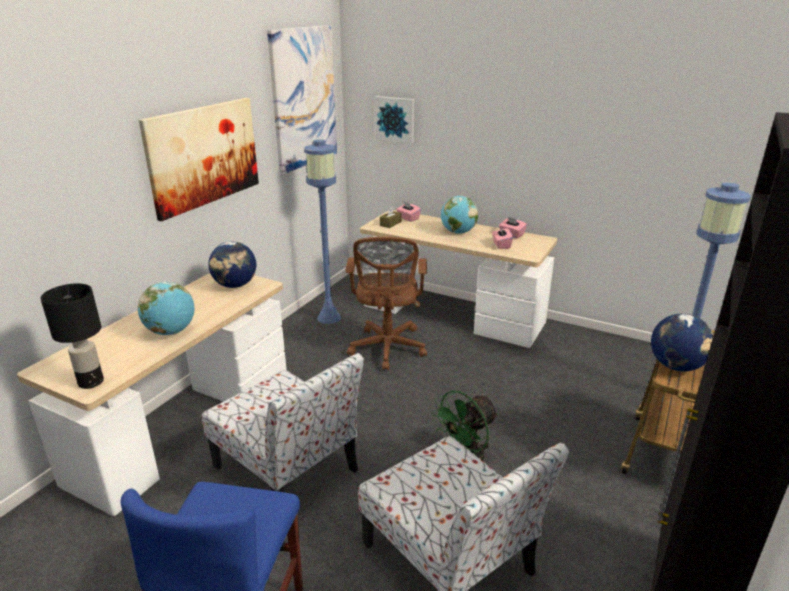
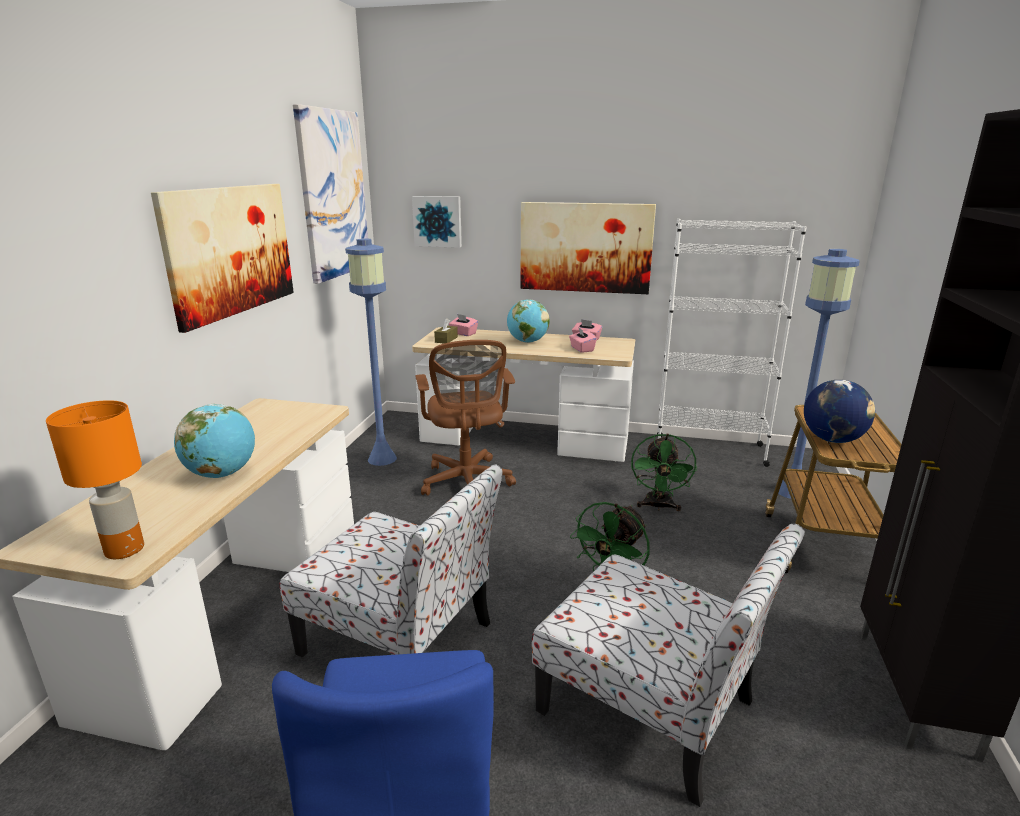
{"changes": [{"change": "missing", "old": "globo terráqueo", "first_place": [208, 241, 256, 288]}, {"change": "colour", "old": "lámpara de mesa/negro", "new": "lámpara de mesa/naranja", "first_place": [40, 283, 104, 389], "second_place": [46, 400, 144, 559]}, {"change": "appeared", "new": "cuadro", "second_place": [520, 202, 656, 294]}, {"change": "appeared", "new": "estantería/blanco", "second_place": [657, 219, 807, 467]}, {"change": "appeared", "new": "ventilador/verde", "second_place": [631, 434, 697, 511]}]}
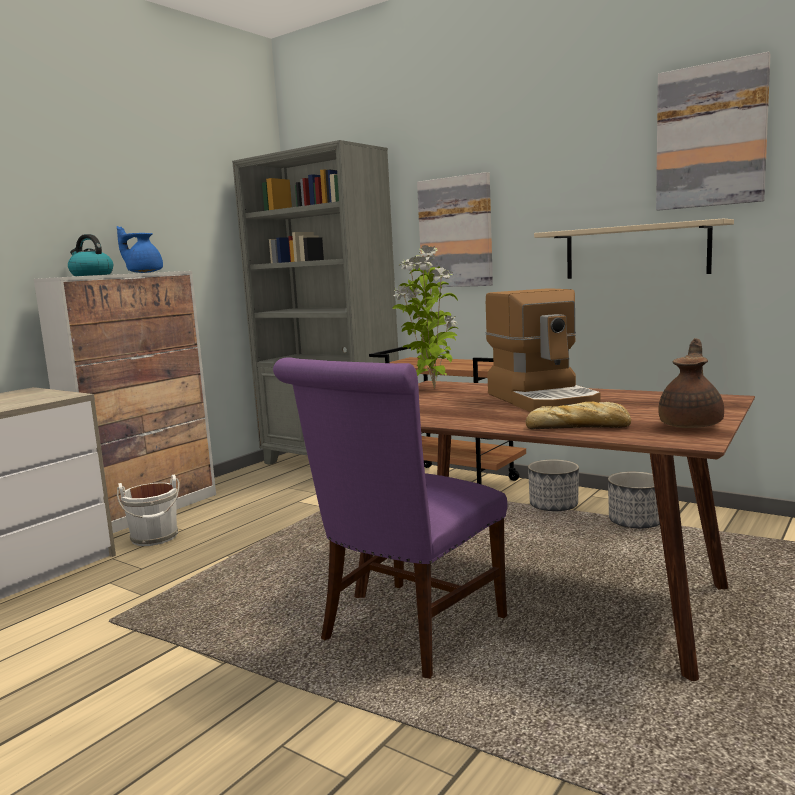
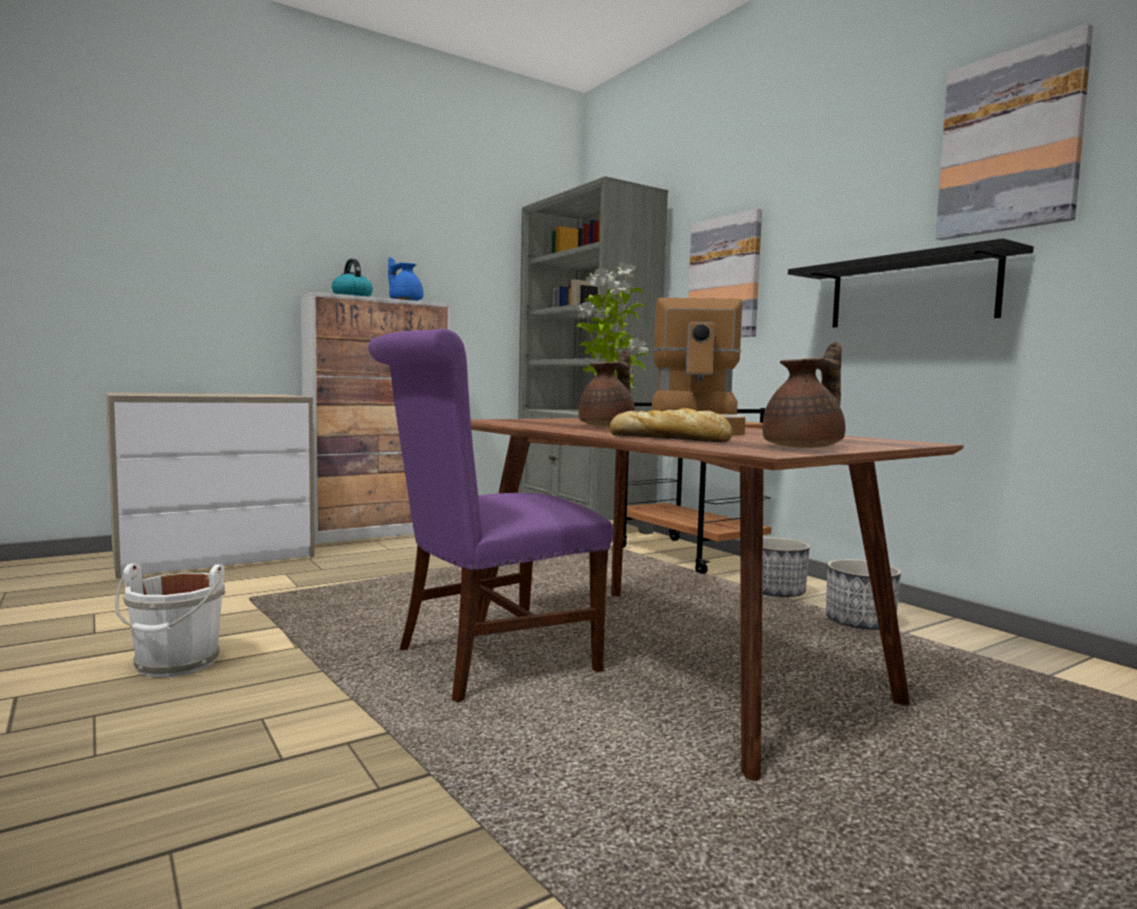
{"changes": [{"change": "colour", "old": "estante/beis", "new": "estante/negro", "first_place": [534, 218, 734, 279], "second_place": [788, 238, 1034, 328]}, {"change": "relocated", "old": "cubo/blanco", "first_place": [117, 474, 180, 546], "second_place": [115, 564, 225, 677]}, {"change": "appeared", "new": "tetera/marrón", "second_place": [578, 350, 635, 426]}]}
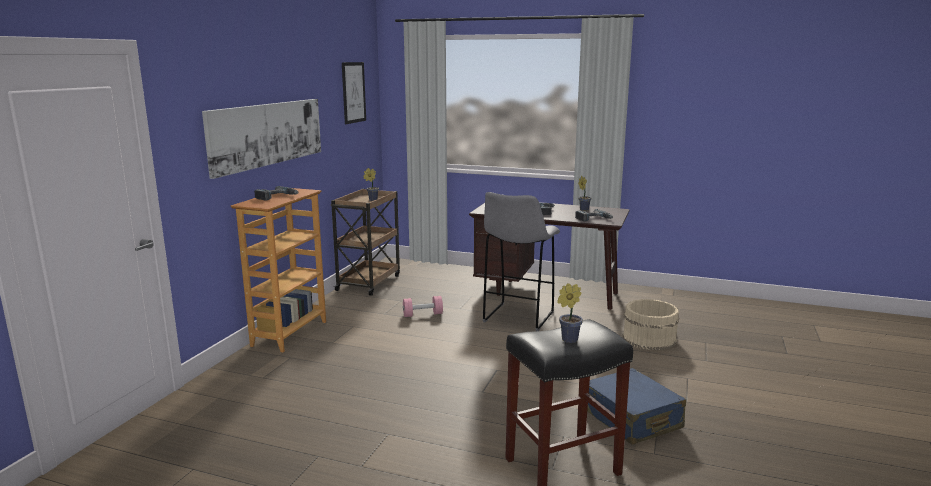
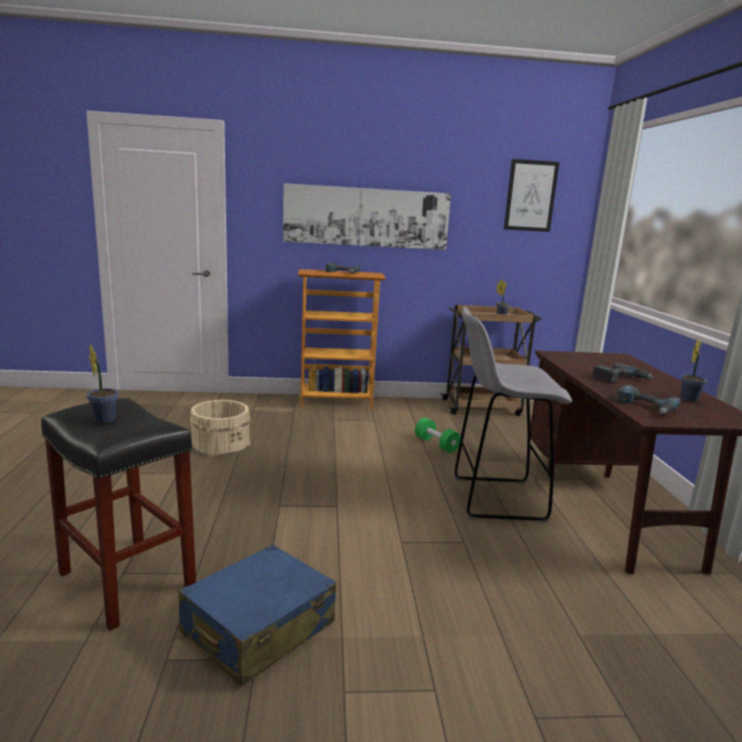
{"changes": [{"change": "colour", "old": "mancuerna/rosa", "new": "mancuerna/verde", "first_place": [403, 296, 443, 317], "second_place": [415, 418, 461, 453]}, {"change": "relocated", "old": "cubo/beis", "first_place": [622, 299, 679, 350], "second_place": [189, 399, 251, 457]}]}
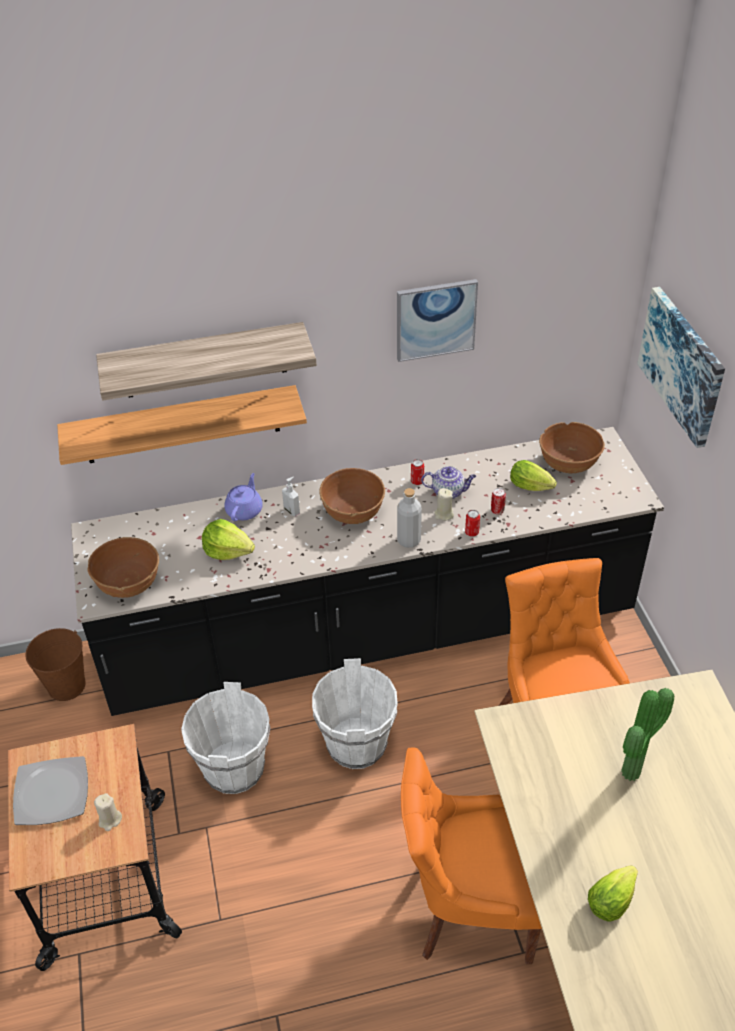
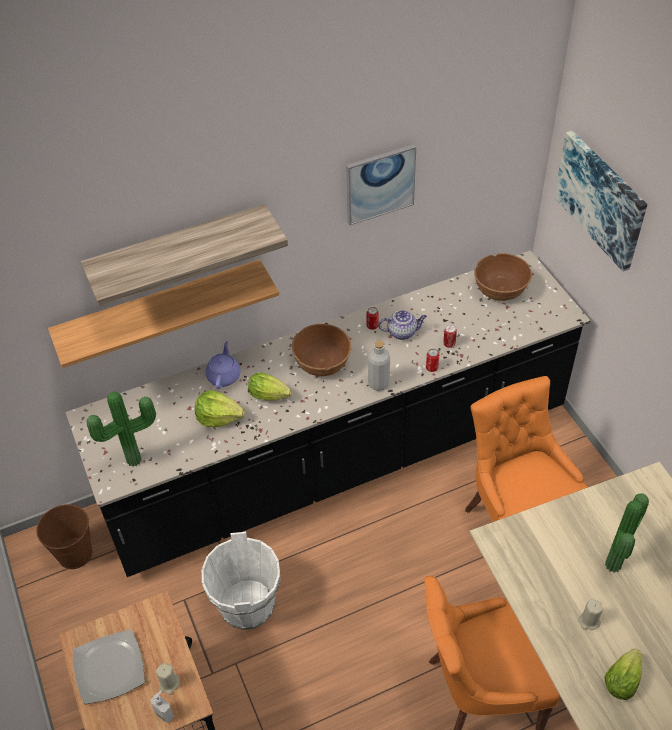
{"changes": [{"change": "relocated", "old": "lechuga", "first_place": [510, 460, 557, 491], "second_place": [248, 372, 292, 401]}, {"change": "relocated", "old": "dispensador de jabón", "first_place": [282, 477, 300, 516], "second_place": [150, 690, 174, 723]}, {"change": "relocated", "old": "vela/beis", "first_place": [434, 488, 454, 521], "second_place": [578, 599, 603, 630]}, {"change": "exchanged", "old": "cuenco/marrón", "new": "planta en maceta", "first_place": [88, 537, 159, 598], "second_place": [87, 391, 156, 467]}, {"change": "missing", "old": "cubo/blanco", "first_place": [312, 658, 398, 769]}]}
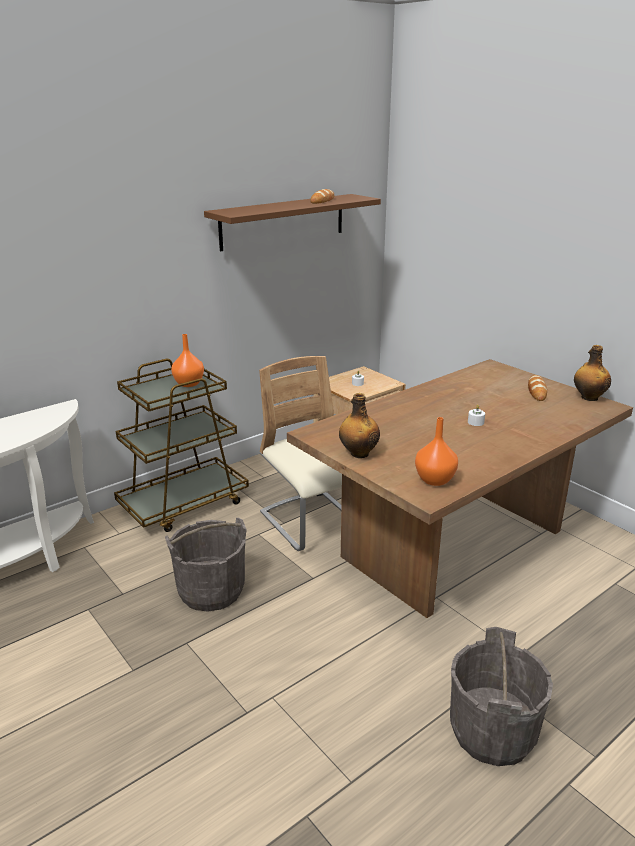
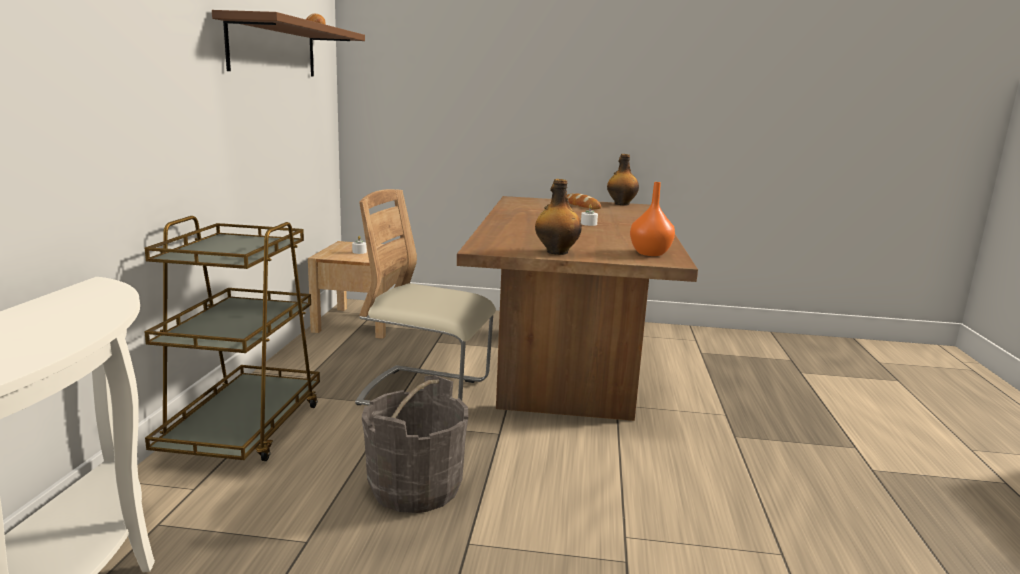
{"changes": [{"change": "missing", "old": "florero/naranja", "first_place": [171, 334, 204, 387]}, {"change": "missing", "old": "cubo/gris", "first_place": [450, 627, 553, 766]}]}
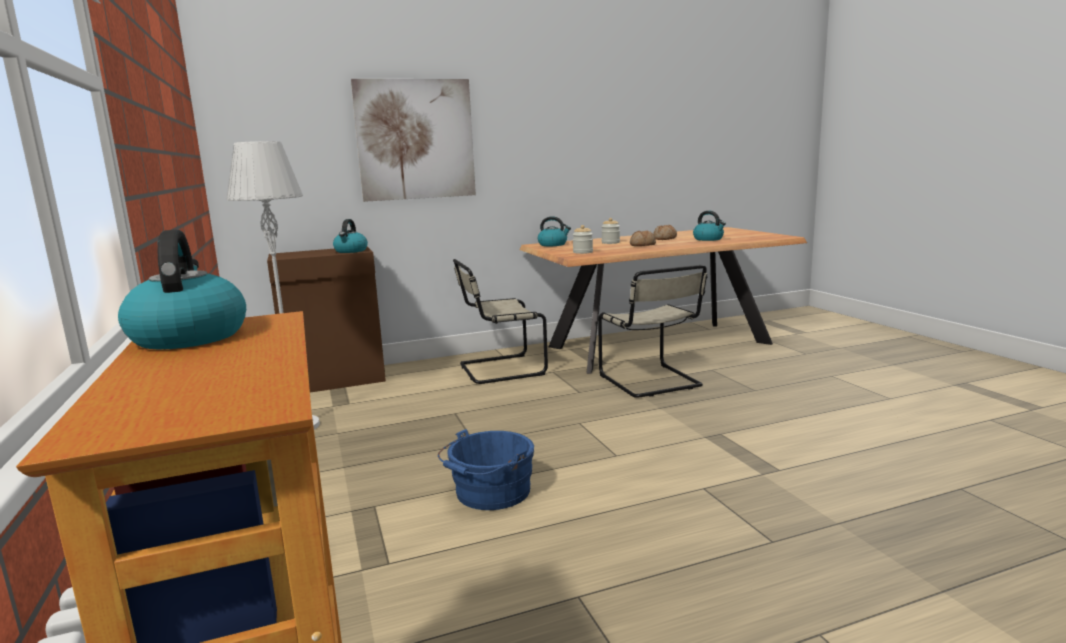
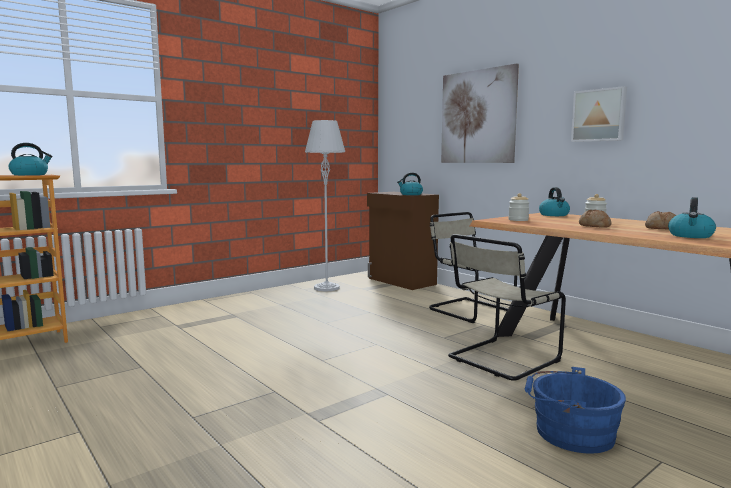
{"changes": [{"change": "relocated", "old": "cubo/azul", "first_place": [438, 429, 534, 510], "second_place": [525, 367, 626, 453]}, {"change": "appeared", "new": "cuadro", "second_place": [571, 86, 627, 142]}]}
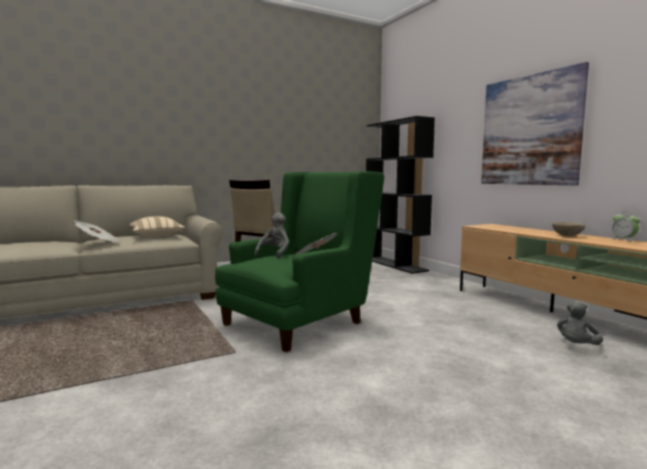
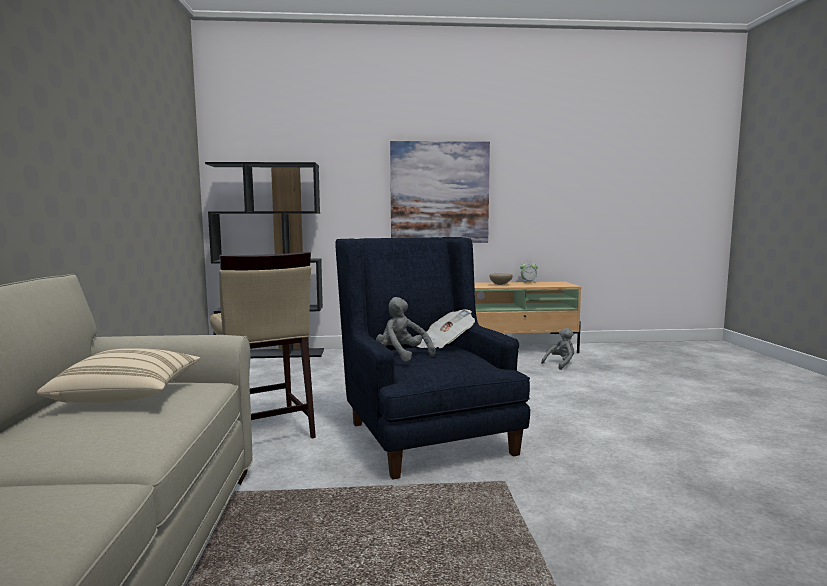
{"changes": [{"change": "colour", "old": "sillón/verde", "new": "sillón/azul", "first_place": [215, 171, 384, 352], "second_place": [335, 237, 530, 480]}, {"change": "missing", "old": "periódico", "first_place": [73, 220, 119, 243]}, {"change": "spun", "old": "peluche/gris", "first_place": [557, 301, 603, 345], "second_place": [541, 328, 574, 370], "degrees": -105}]}
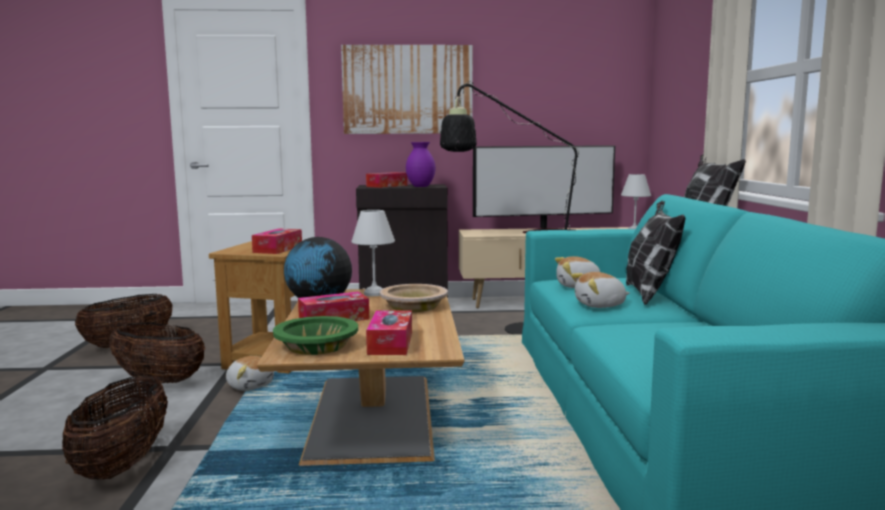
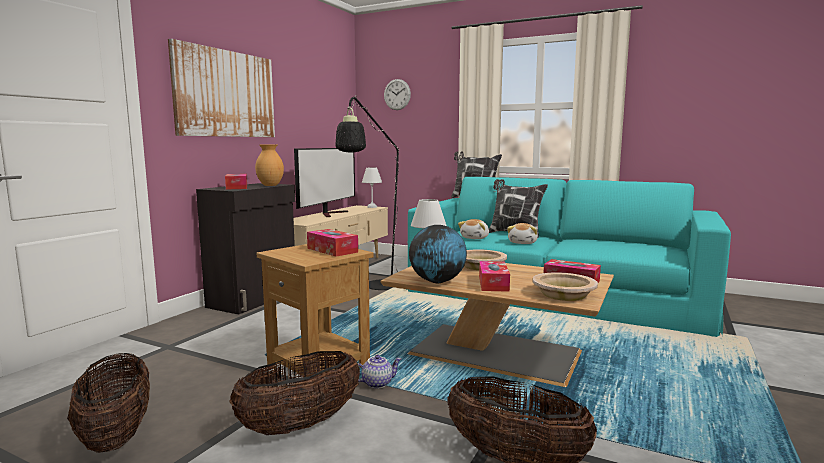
{"changes": [{"change": "colour", "old": "florero/morado", "new": "florero/marrón", "first_place": [406, 142, 435, 187], "second_place": [255, 145, 284, 186]}, {"change": "colour", "old": "cuenco/verde", "new": "cuenco/beis", "first_place": [273, 316, 358, 355], "second_place": [533, 272, 598, 301]}, {"change": "exchanged", "old": "peluche", "new": "tetera", "first_place": [226, 356, 274, 391], "second_place": [358, 355, 401, 389]}, {"change": "appeared", "new": "reloj de pared", "second_place": [384, 79, 411, 110]}]}
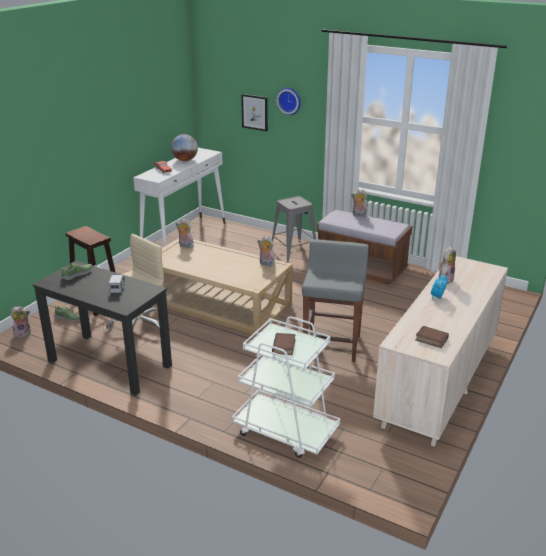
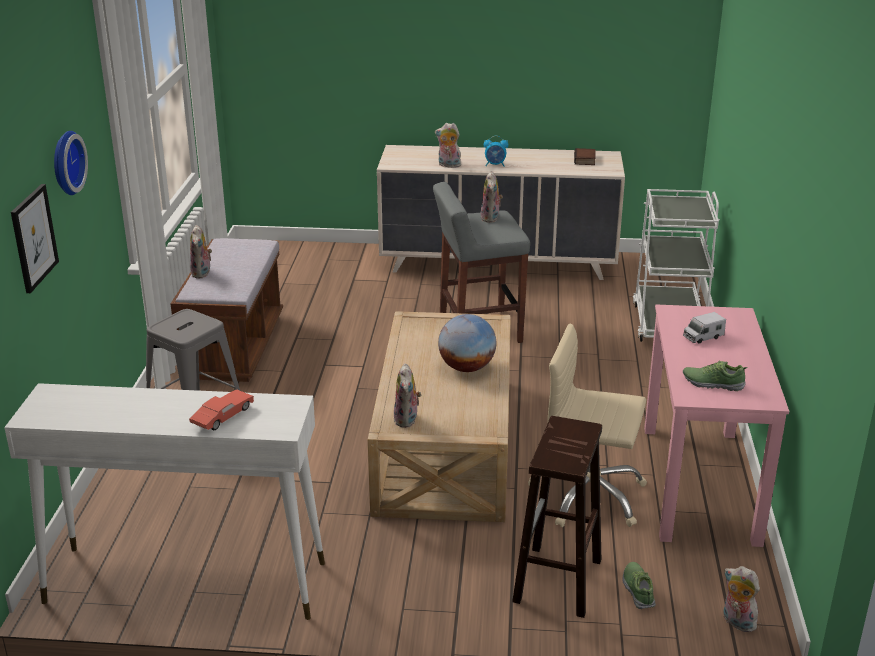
{"changes": [{"change": "relocated", "old": "globo terráqueo", "first_place": [171, 134, 198, 161], "second_place": [438, 314, 496, 372]}, {"change": "relocated", "old": "peluche", "first_place": [257, 236, 275, 267], "second_place": [481, 171, 503, 223]}, {"change": "colour", "old": "escritorio/negro", "new": "escritorio/rosa", "first_place": [32, 261, 172, 396], "second_place": [644, 304, 789, 547]}, {"change": "missing", "old": "libro", "first_place": [272, 333, 296, 355]}]}
